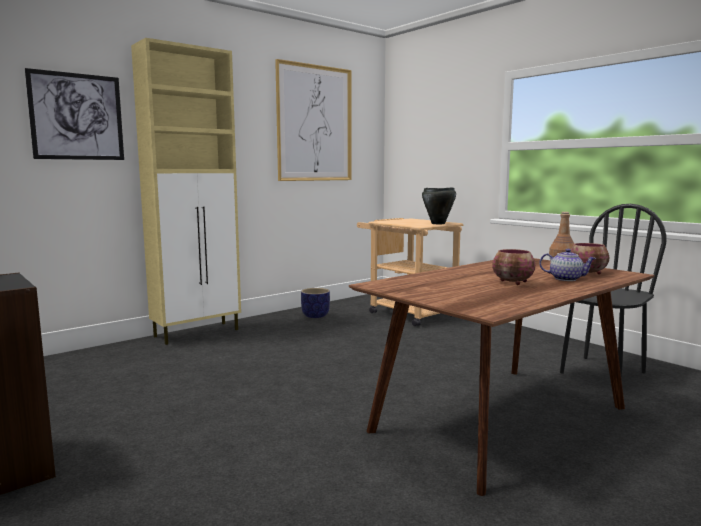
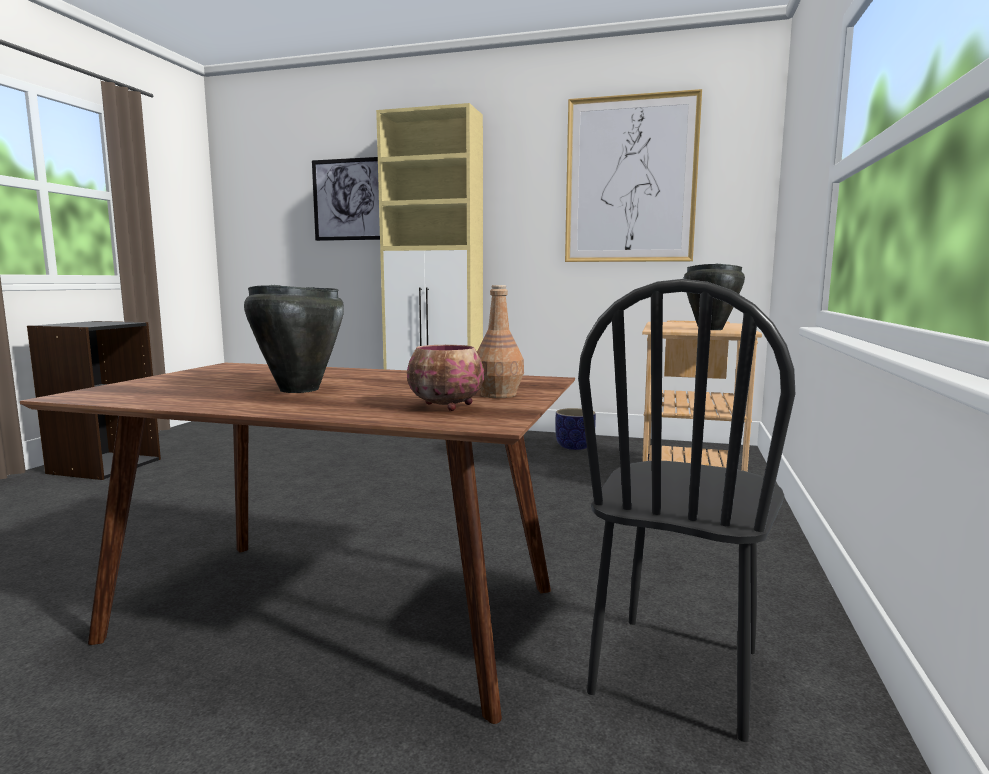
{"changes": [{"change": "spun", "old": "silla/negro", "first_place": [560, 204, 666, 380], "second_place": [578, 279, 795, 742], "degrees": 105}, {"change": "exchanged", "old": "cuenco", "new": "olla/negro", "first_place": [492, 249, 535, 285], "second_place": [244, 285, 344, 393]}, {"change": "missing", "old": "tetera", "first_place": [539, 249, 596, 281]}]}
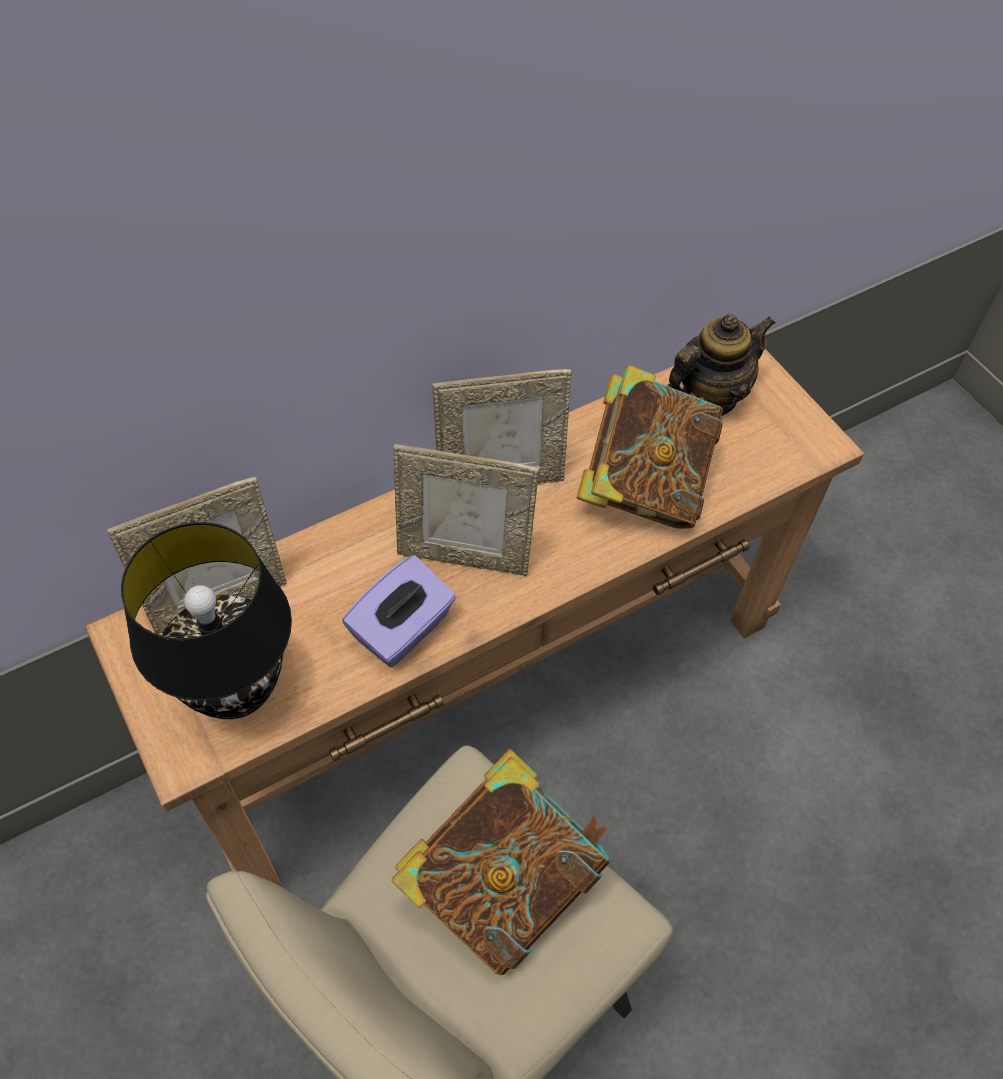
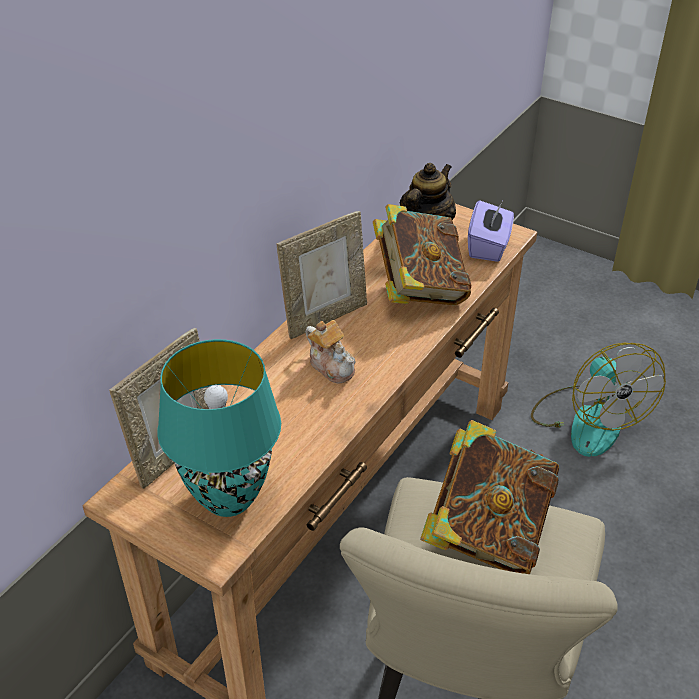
{"changes": [{"change": "exchanged", "old": "portarretratos", "new": "tetera", "first_place": [393, 444, 539, 576], "second_place": [306, 320, 355, 384]}, {"change": "colour", "old": "lámpara de mesa/negro", "new": "lámpara de mesa/turquesa", "first_place": [121, 522, 292, 719], "second_place": [158, 339, 281, 517]}, {"change": "relocated", "old": "caja de pañuelos/morado", "first_place": [342, 555, 456, 667], "second_place": [468, 200, 514, 262]}, {"change": "appeared", "new": "ventilador", "second_place": [531, 343, 666, 457]}]}
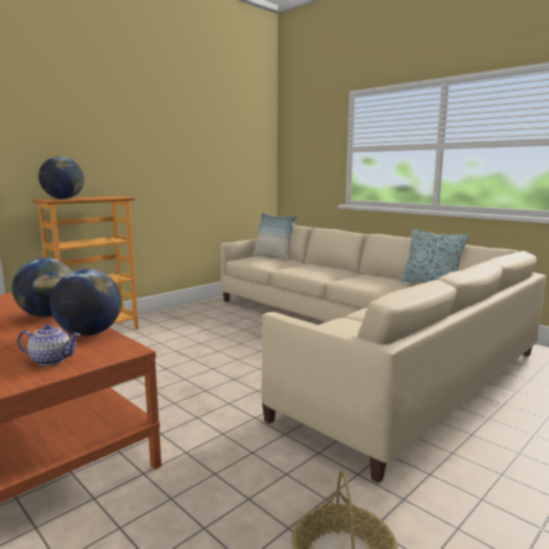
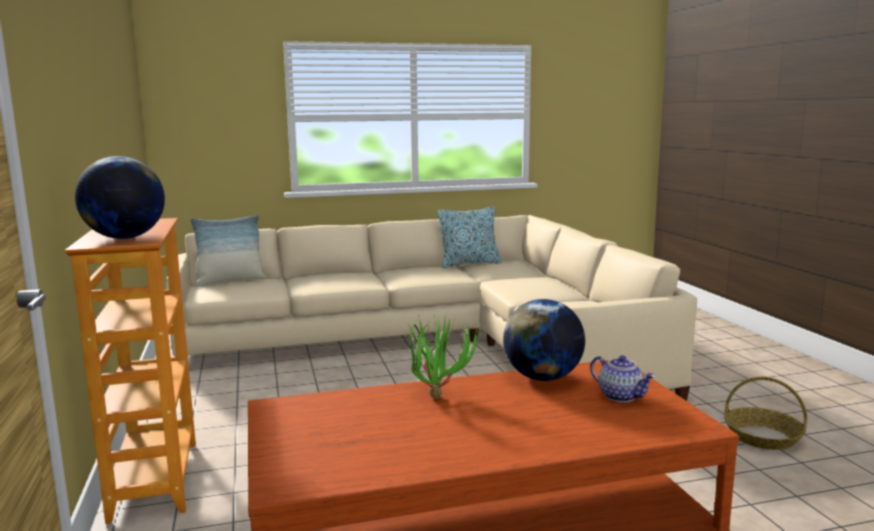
{"changes": [{"change": "exchanged", "old": "globo terráqueo", "new": "planta en maceta", "first_place": [12, 258, 73, 317], "second_place": [408, 315, 479, 399]}, {"change": "spun", "old": "tetera", "first_place": [17, 324, 81, 366], "second_place": [590, 355, 655, 402], "degrees": 105}]}
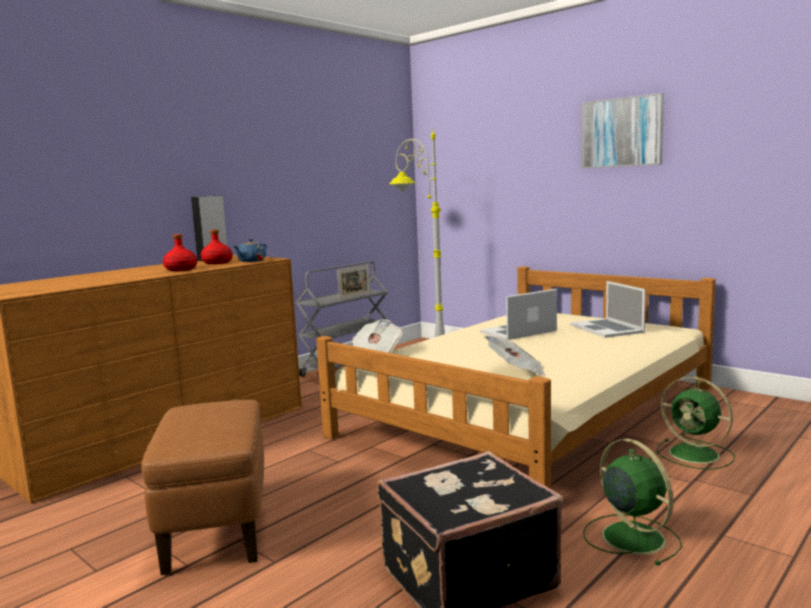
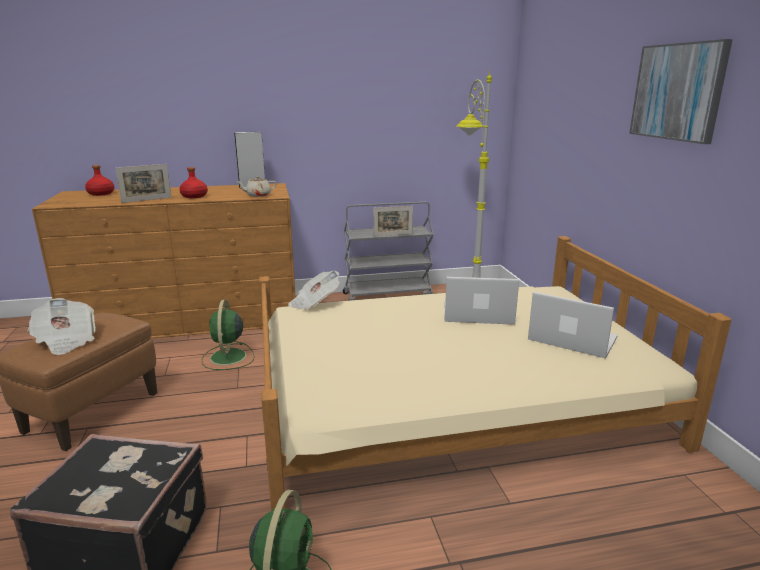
{"changes": [{"change": "relocated", "old": "botella/rojo", "first_place": [201, 230, 232, 264], "second_place": [85, 165, 115, 196]}, {"change": "colour", "old": "tetera/azul", "new": "tetera/beis", "first_place": [233, 239, 267, 262], "second_place": [237, 176, 276, 197]}, {"change": "spun", "old": "portátil", "first_place": [570, 281, 646, 338], "second_place": [528, 292, 618, 358], "degrees": 105}, {"change": "relocated", "old": "periódico", "first_place": [484, 335, 545, 375], "second_place": [27, 298, 95, 355]}, {"change": "relocated", "old": "ventilador/verde", "first_place": [657, 377, 735, 470], "second_place": [202, 300, 255, 370]}, {"change": "appeared", "new": "portarretratos", "second_place": [116, 164, 172, 203]}]}
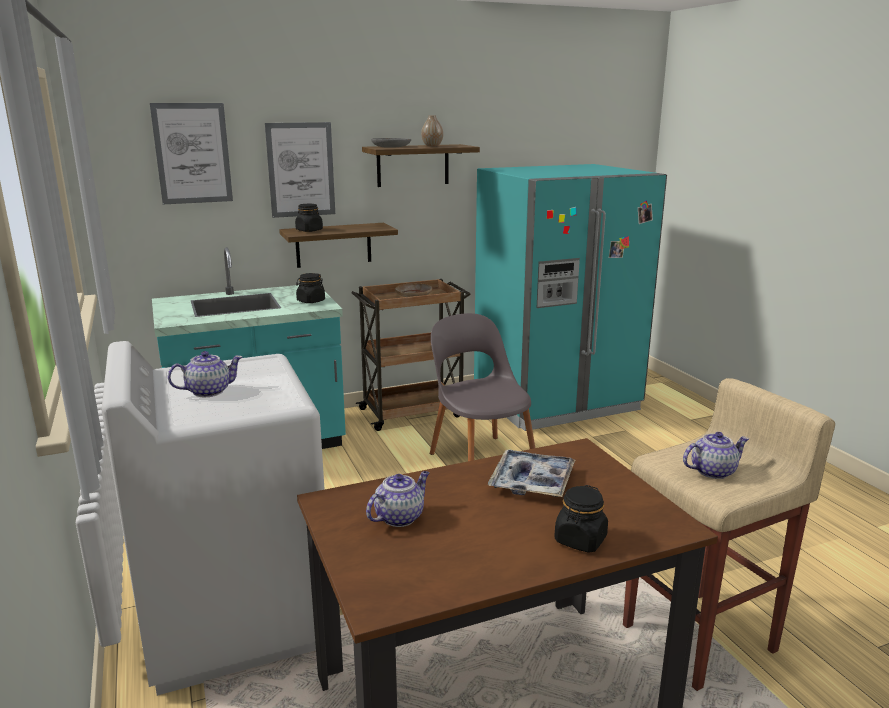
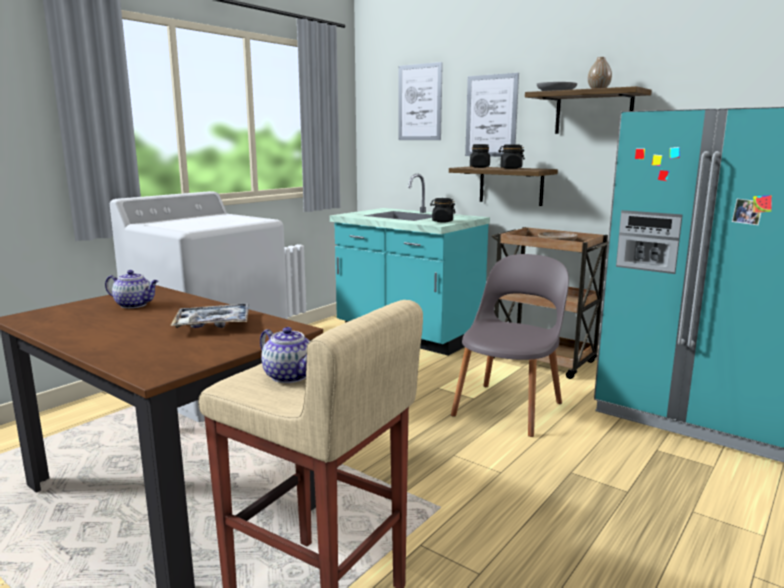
{"changes": [{"change": "missing", "old": "tetera", "first_place": [168, 351, 242, 397]}, {"change": "relocated", "old": "tarro/negro", "first_place": [554, 485, 608, 553], "second_place": [498, 145, 525, 169]}]}
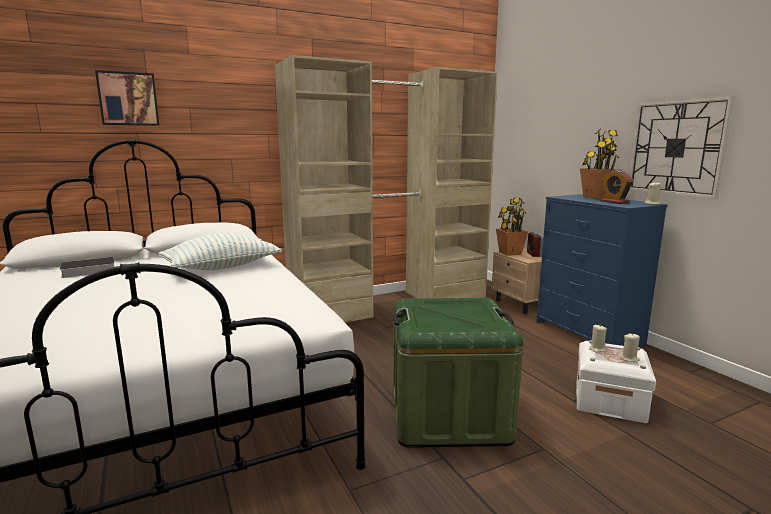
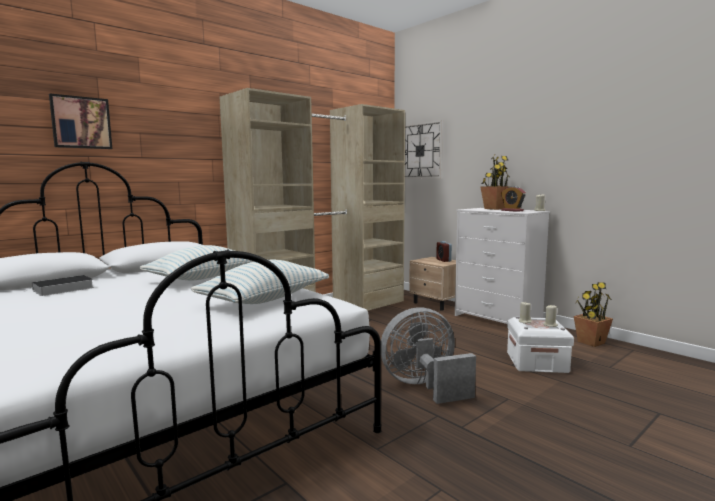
{"changes": [{"change": "relocated", "old": "reloj de pared", "first_place": [629, 96, 735, 199], "second_place": [405, 120, 443, 179]}, {"change": "colour", "old": "cómoda/azul", "new": "cómoda/blanco", "first_place": [537, 194, 668, 348], "second_place": [455, 208, 550, 324]}, {"change": "relocated", "old": "planta en maceta", "first_place": [496, 198, 528, 256], "second_place": [574, 282, 613, 347]}, {"change": "exchanged", "old": "caja de almacenaje/verde", "new": "ventilador/gris", "first_place": [393, 298, 523, 448], "second_place": [381, 308, 476, 404]}, {"change": "appeared", "new": "cojín", "second_place": [191, 259, 329, 304]}]}
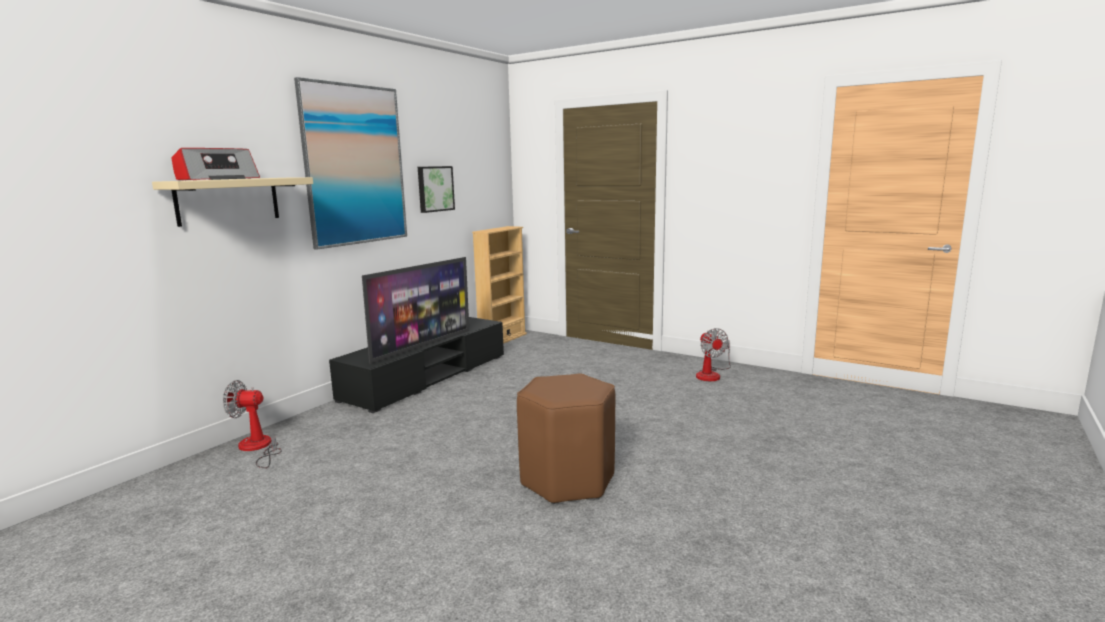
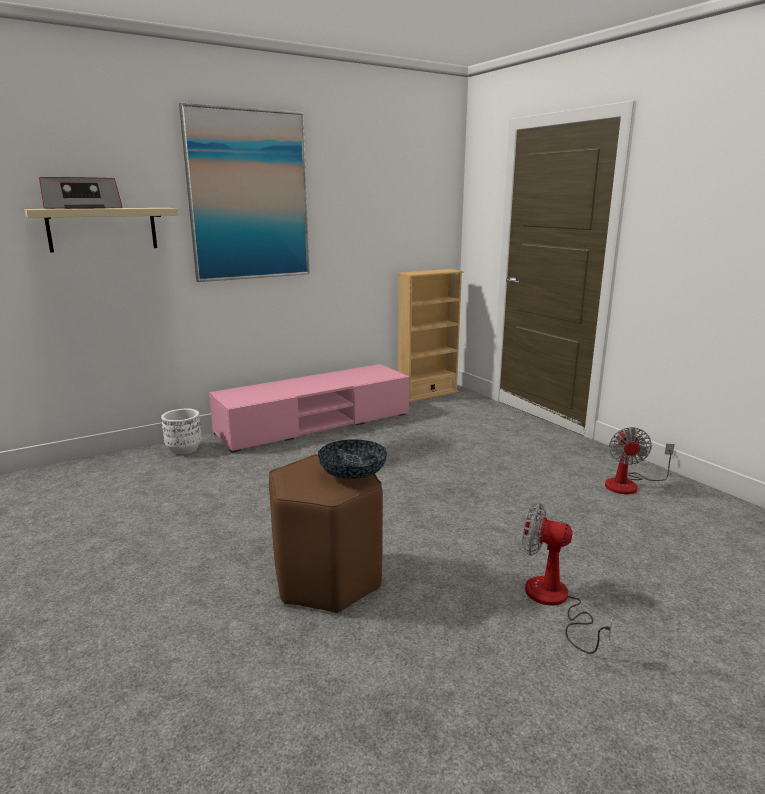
{"changes": [{"change": "missing", "old": "cuadro", "first_place": [418, 166, 455, 213]}, {"change": "missing", "old": "televisor", "first_place": [362, 257, 469, 364]}, {"change": "colour", "old": "mueble de televisión/negro", "new": "mueble de televisión/rosa", "first_place": [329, 317, 504, 413], "second_place": [209, 364, 409, 453]}, {"change": "relocated", "old": "ventilador", "first_place": [223, 380, 282, 468], "second_place": [522, 503, 613, 654]}, {"change": "appeared", "new": "maceta/blanco", "second_place": [161, 408, 202, 455]}, {"change": "appeared", "new": "cuenco", "second_place": [318, 439, 387, 479]}]}
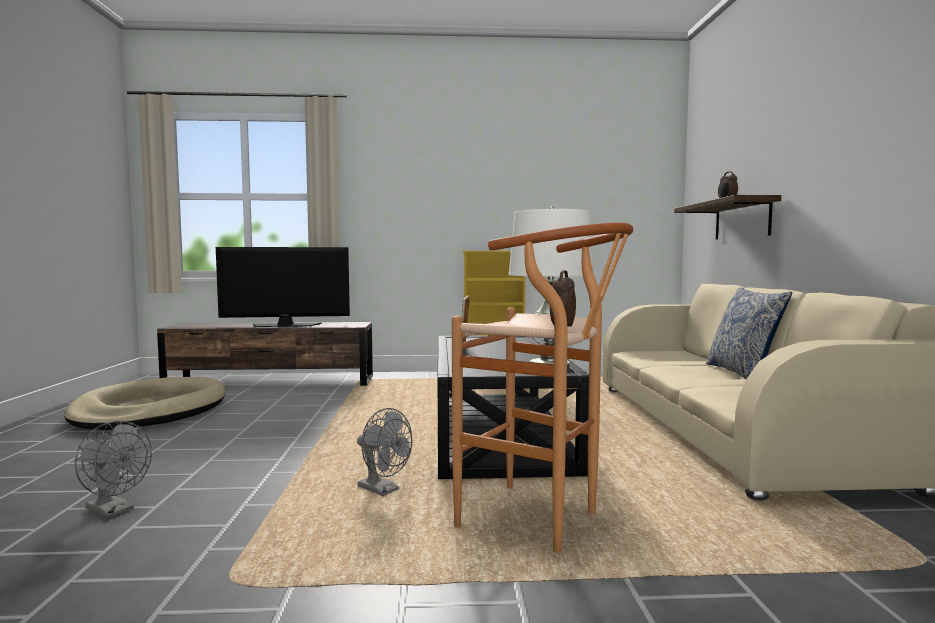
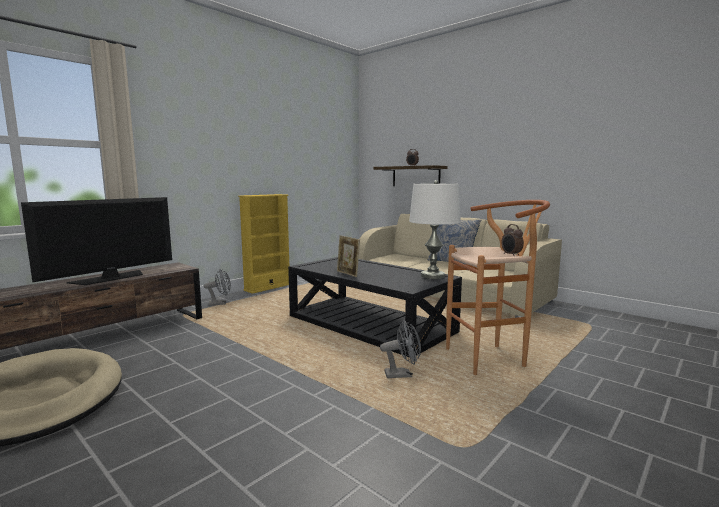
{"changes": [{"change": "relocated", "old": "ventilador/gris", "first_place": [75, 421, 152, 518], "second_place": [204, 269, 231, 306]}]}
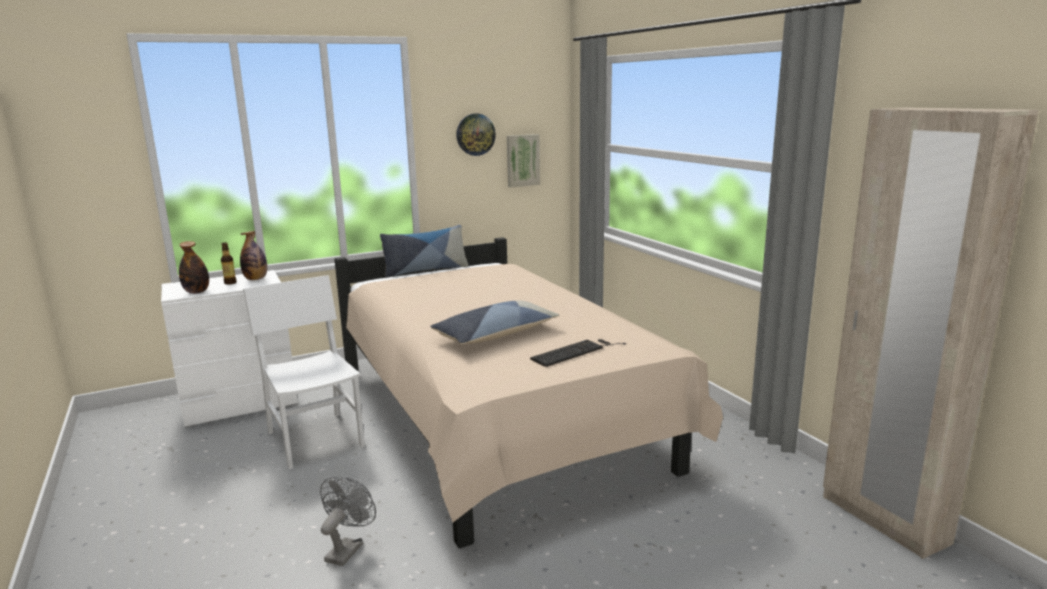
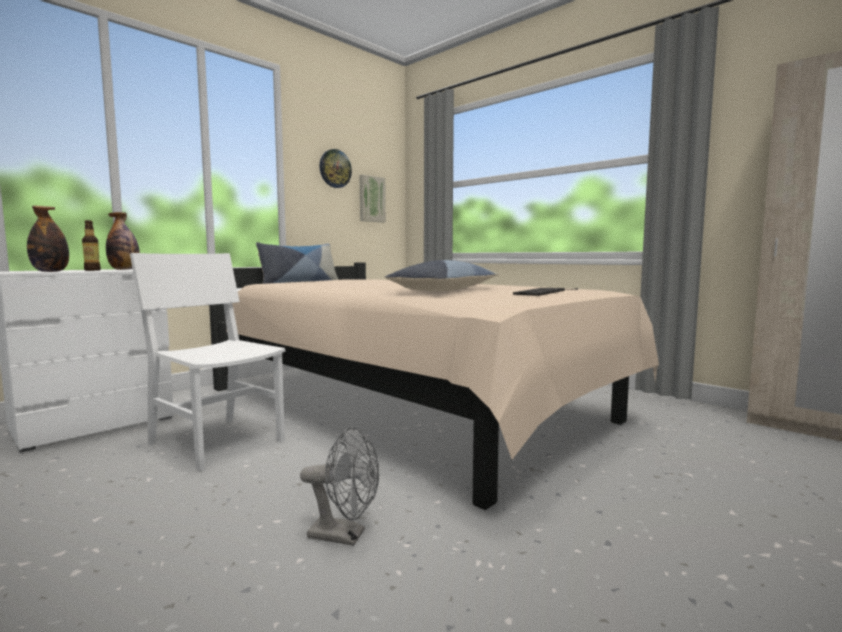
{"changes": [{"change": "spun", "old": "ventilador/gris", "first_place": [320, 477, 376, 566], "second_place": [300, 427, 379, 546], "degrees": 105}]}
